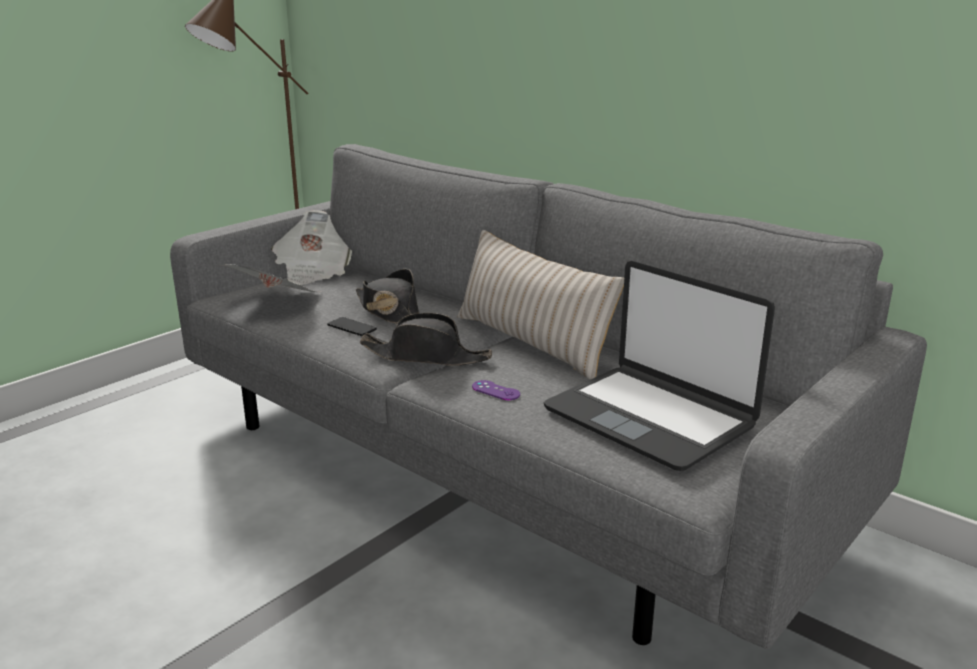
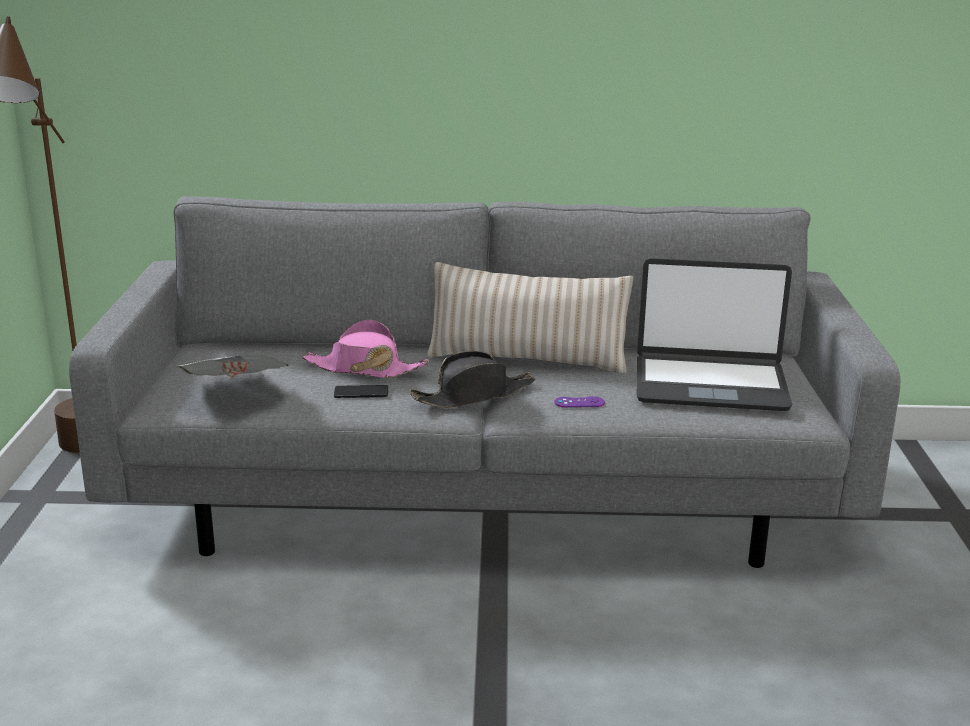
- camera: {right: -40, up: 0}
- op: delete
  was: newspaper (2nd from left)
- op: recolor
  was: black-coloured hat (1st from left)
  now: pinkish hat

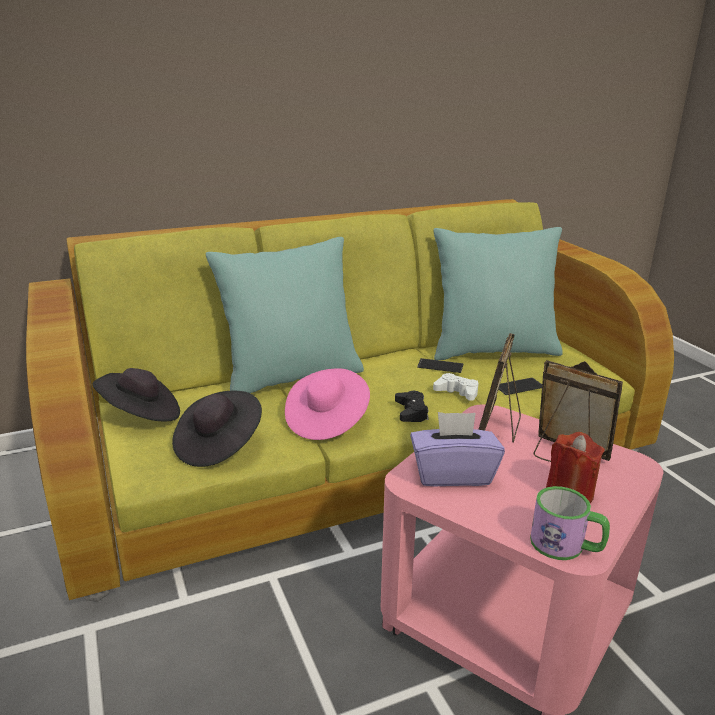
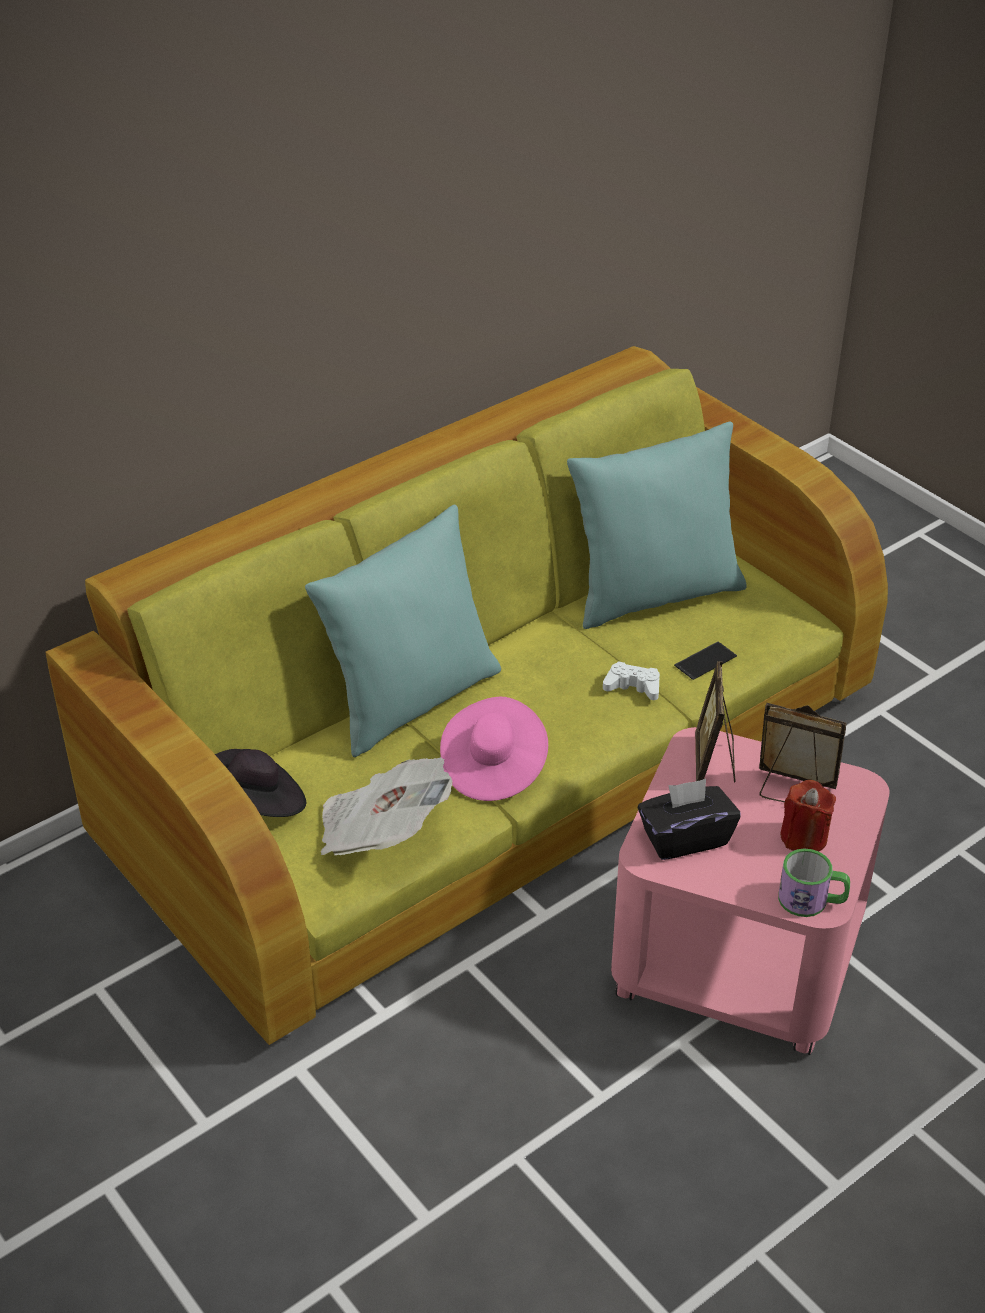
- camera: {right: -15, up: 15}
- op: delete
  was: handset (1st from left)
- op: replace
  was: black-coloured hat (2nd from left)
  now: newspaper
- op: delete
  was: black-coloured gamepad
- op: recolor
  was: purple tissue holder
  now: black-coloured tissue holder

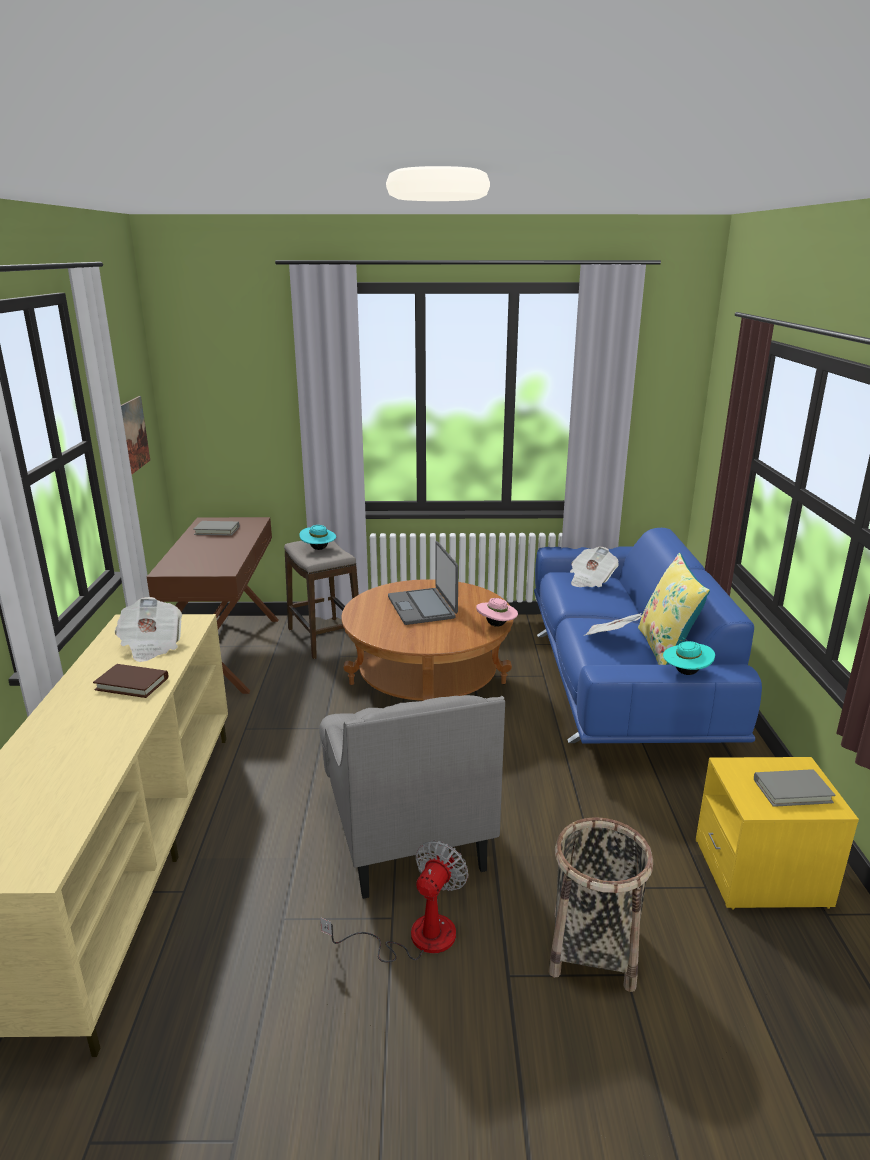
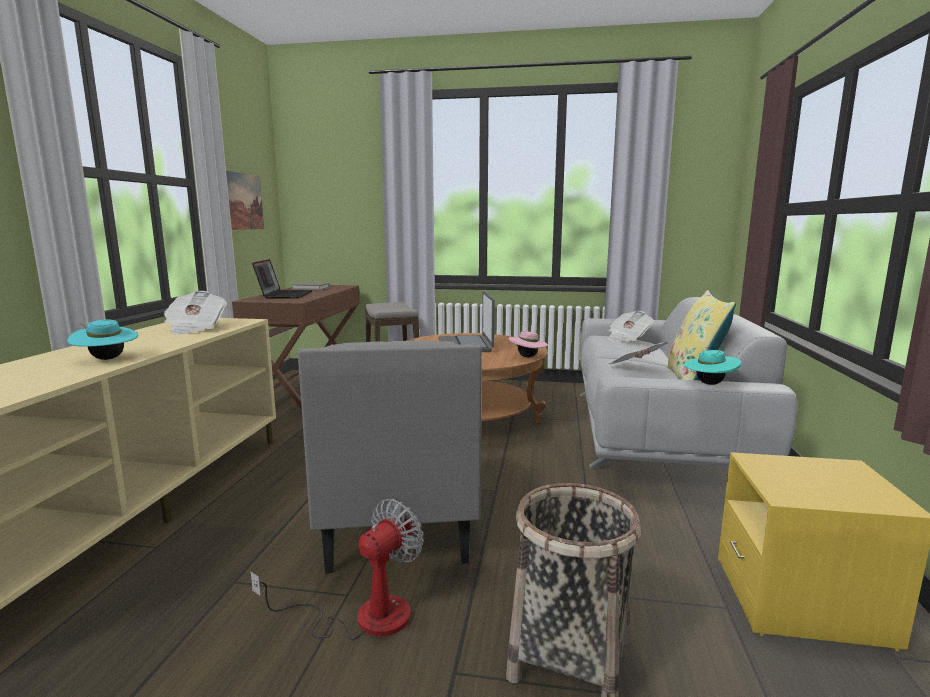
- camera: {right: 10, up: -10}
- op: move
  was: turquoise hat (1st from left)
- op: recolor
  was: bluish couch
  now: gray couch
- op: delete
  was: brown bound book
- op: delete
  was: gray bound book (2nd from left)
- op: insert
  now: portable computer (1st from left)

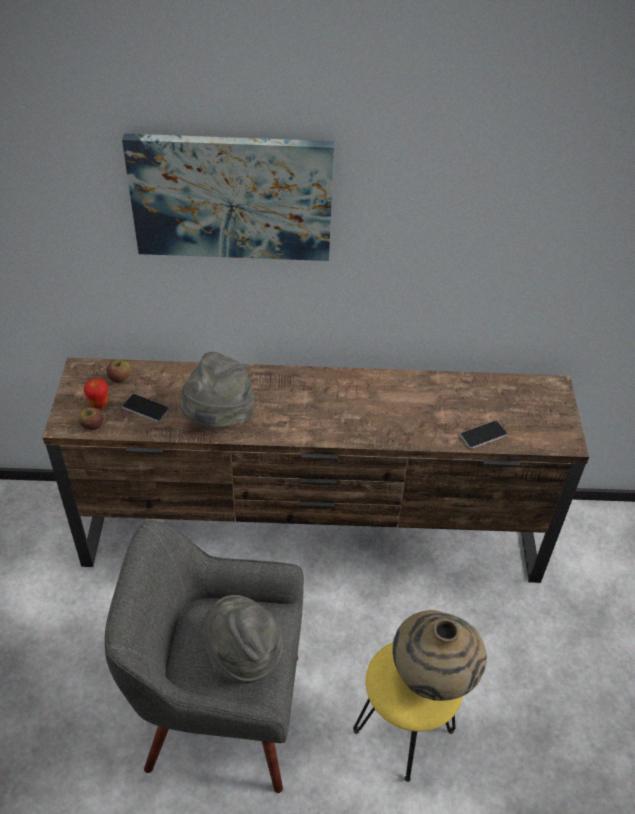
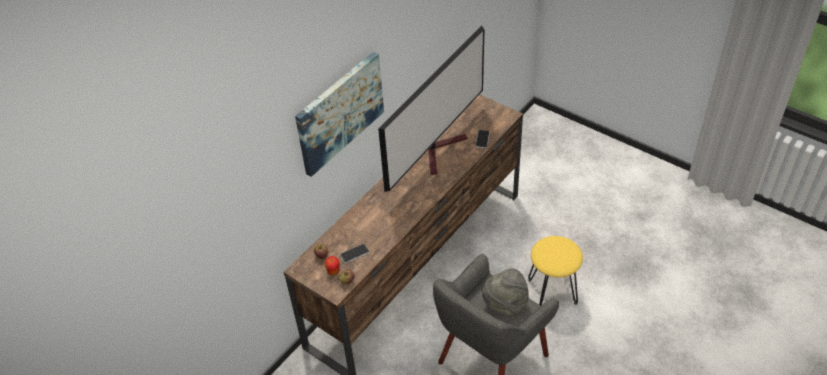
- camera: {right: -50, up: 0}
- op: delete
  was: gray hat (1st from left)
- op: delete
  was: beige flower vase
- op: insert
  now: television

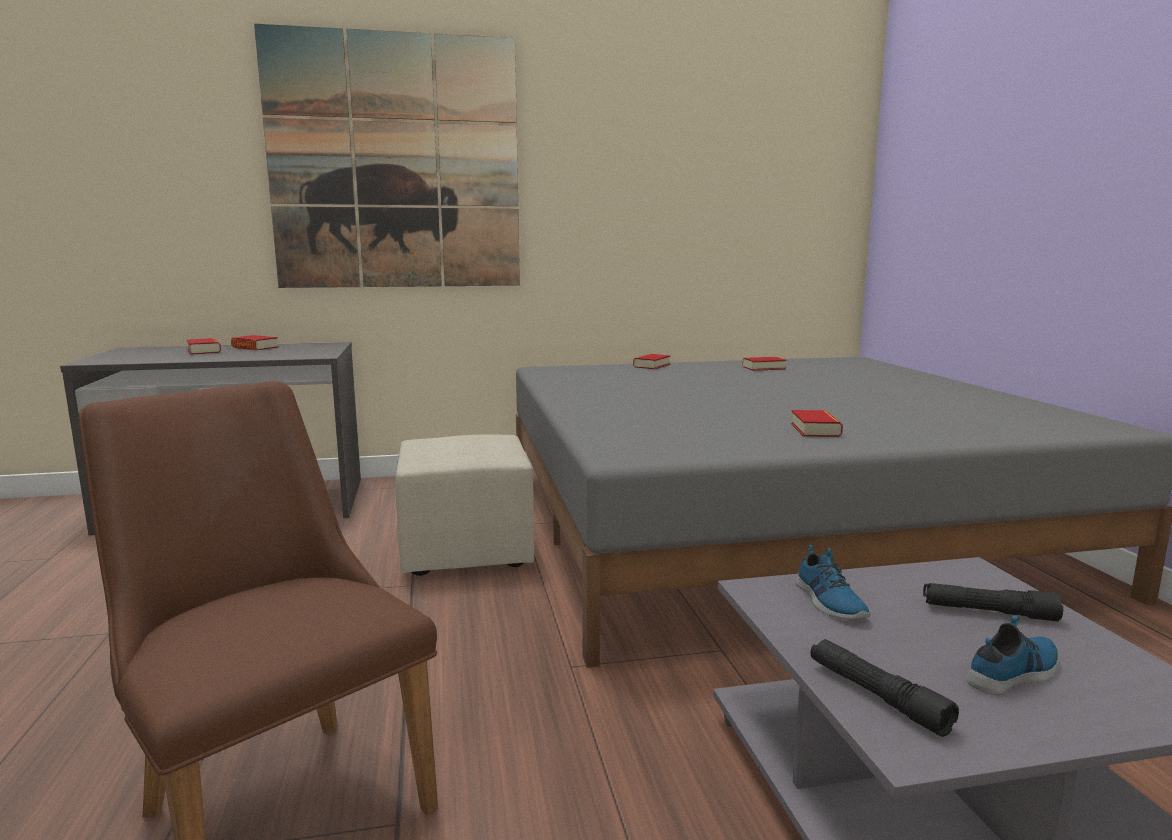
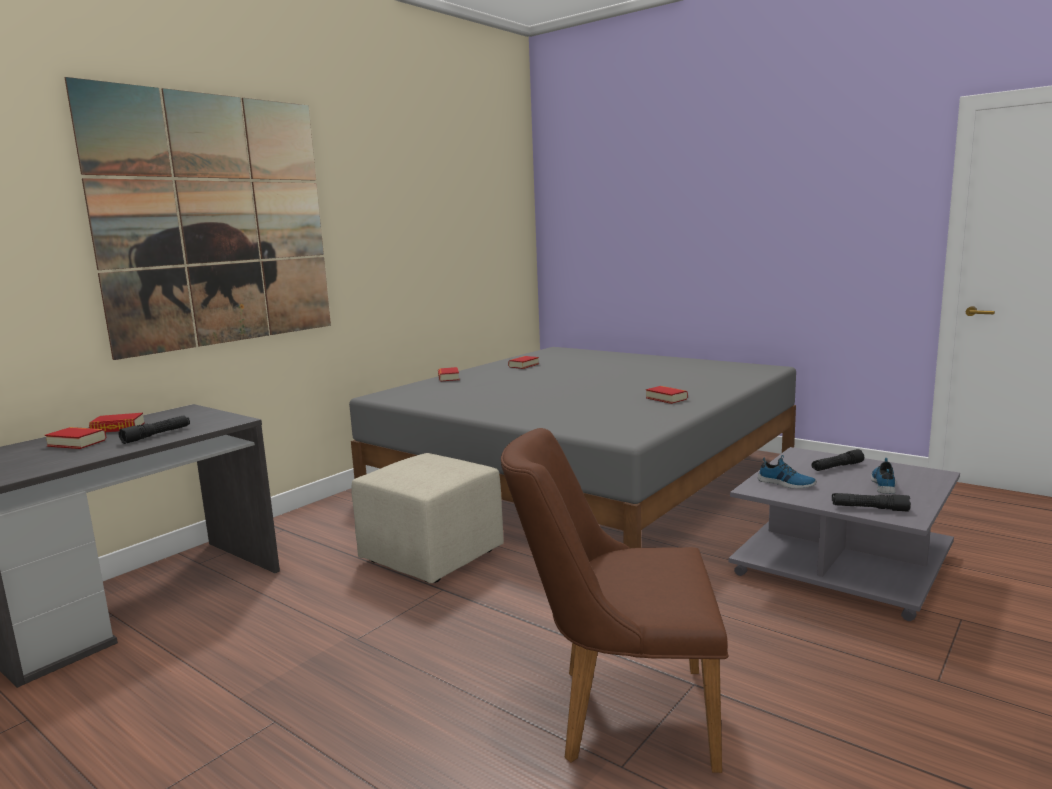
- camera: {right: -40, up: 0}
- op: insert
  now: black-coloured flashlight (1st from left)

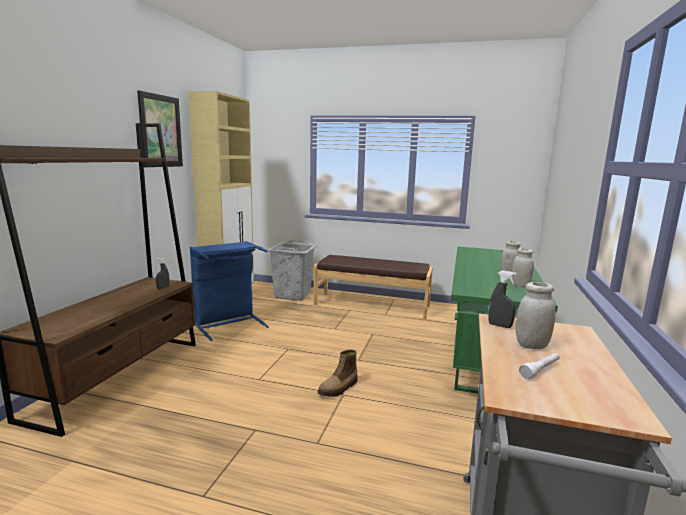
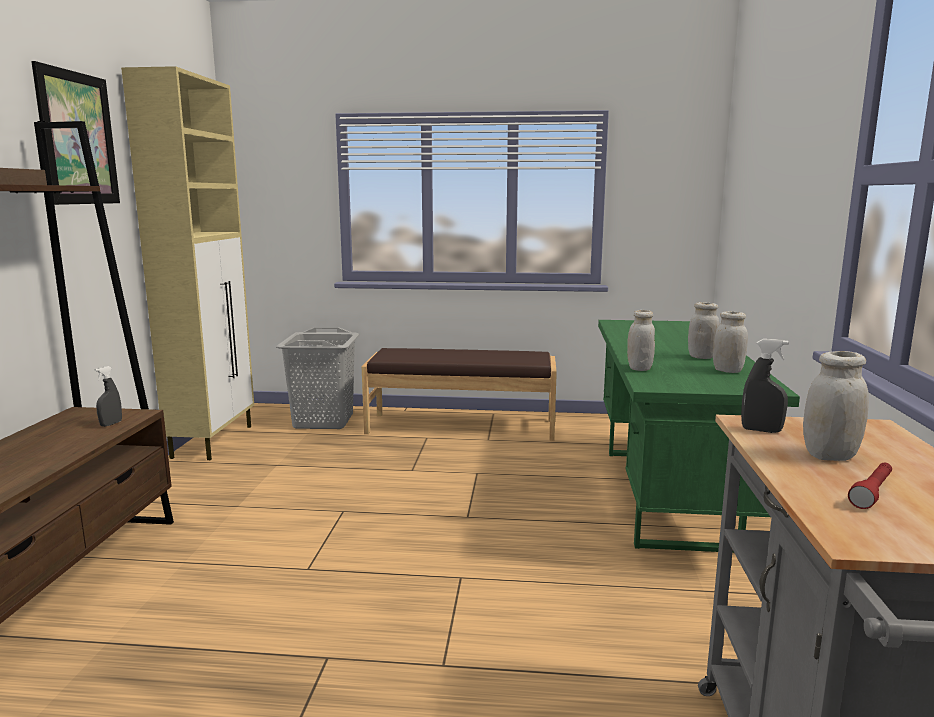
- camera: {right: -10, up: 0}
- op: delete
  was: bluish laundry basket
- op: delete
  was: tall boot
- op: recolor
  was: whitish flashlight
  now: reddish flashlight
- op: insert
  now: whitish storage jar (1st from left)

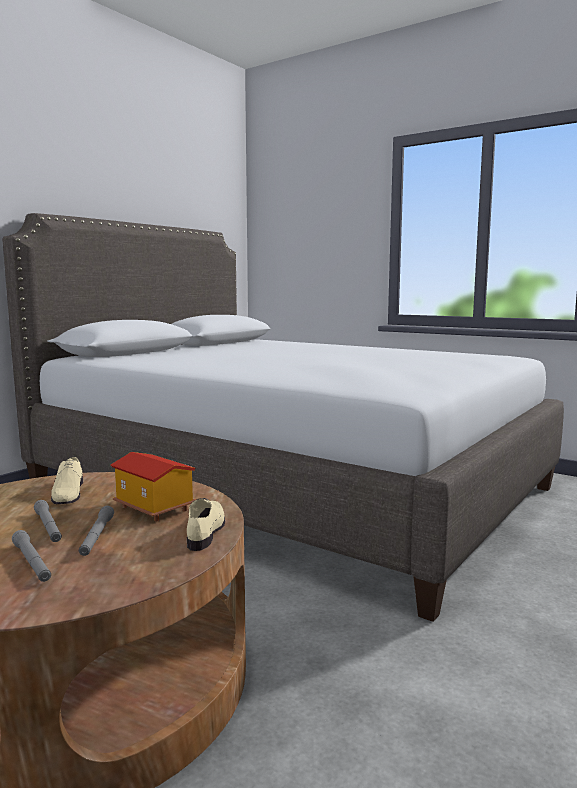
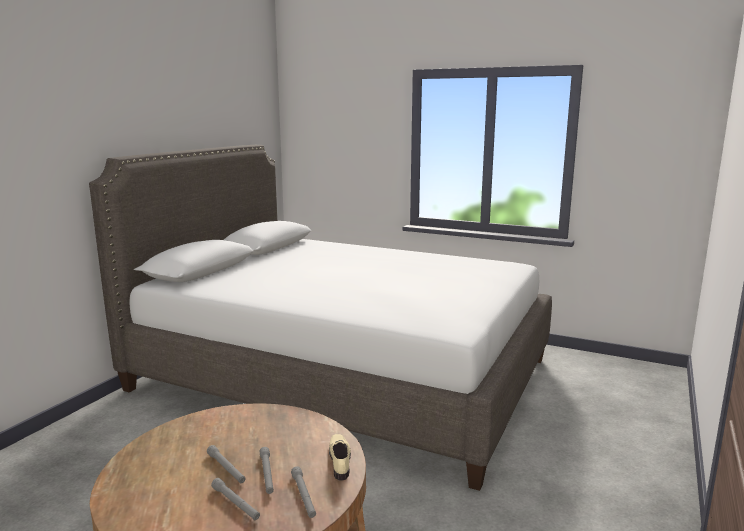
- camera: {right: -10, up: 5}
- op: delete
  was: toy house
- op: delete
  was: beige shoe (1st from left)
- op: insert
  now: gray flashlight (4th from left)

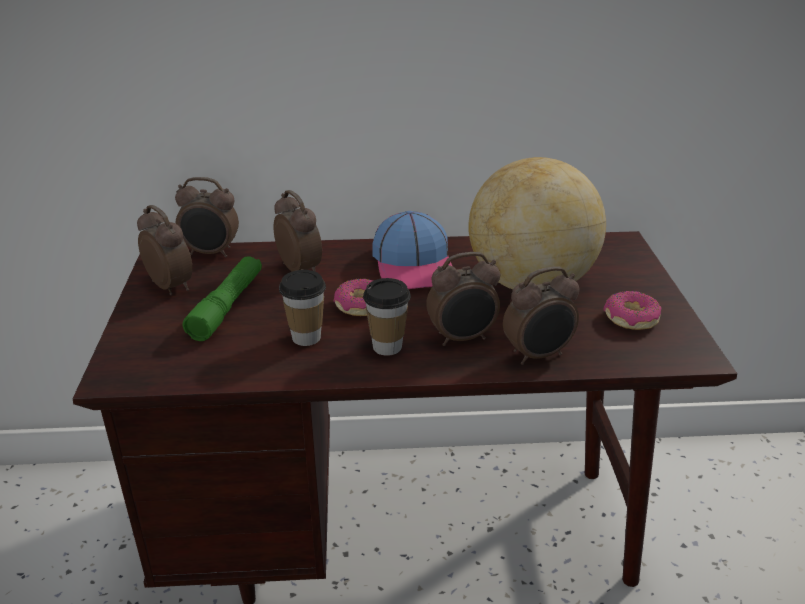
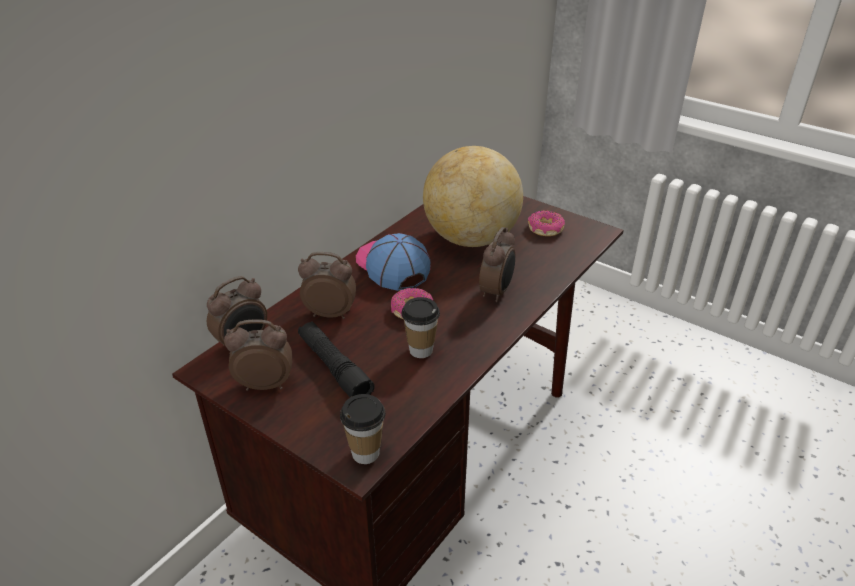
- camera: {right: -50, up: 5}
- op: rotate
  was: peaked cap
  clockwise: -150
- op: recolor
  was: green flashlight
  now: black-coloured flashlight
- op: delete
  was: bedside clock (5th from left)
- op: move
  was: small cup (2nd from left in the first image)
  now: small cup (1st from left)

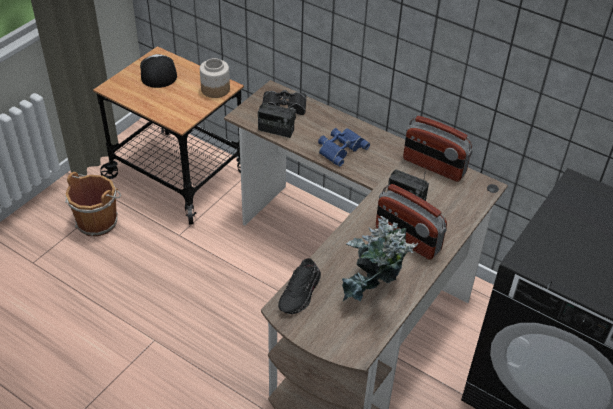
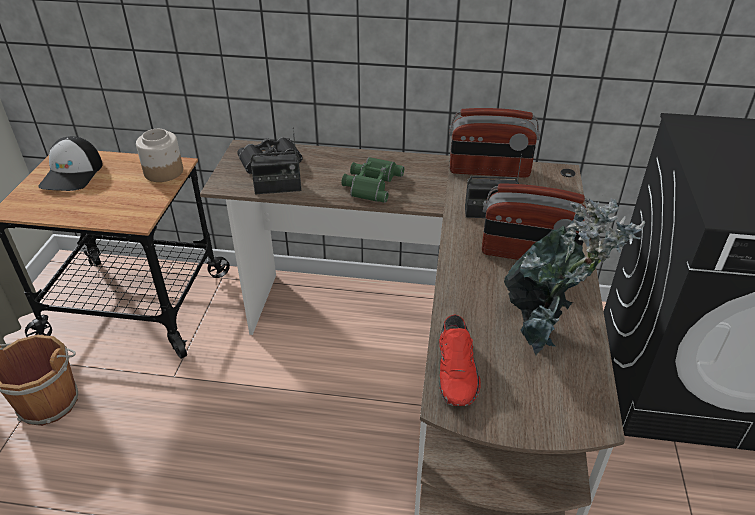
- camera: {right: -25, up: -5}
- op: rotate
  was: peaked cap
  clockwise: -135
- op: recolor
  was: bluish pair of binoculars
  now: green pair of binoculars
- op: recolor
  was: black-coloured shoe
  now: reddish shoe

